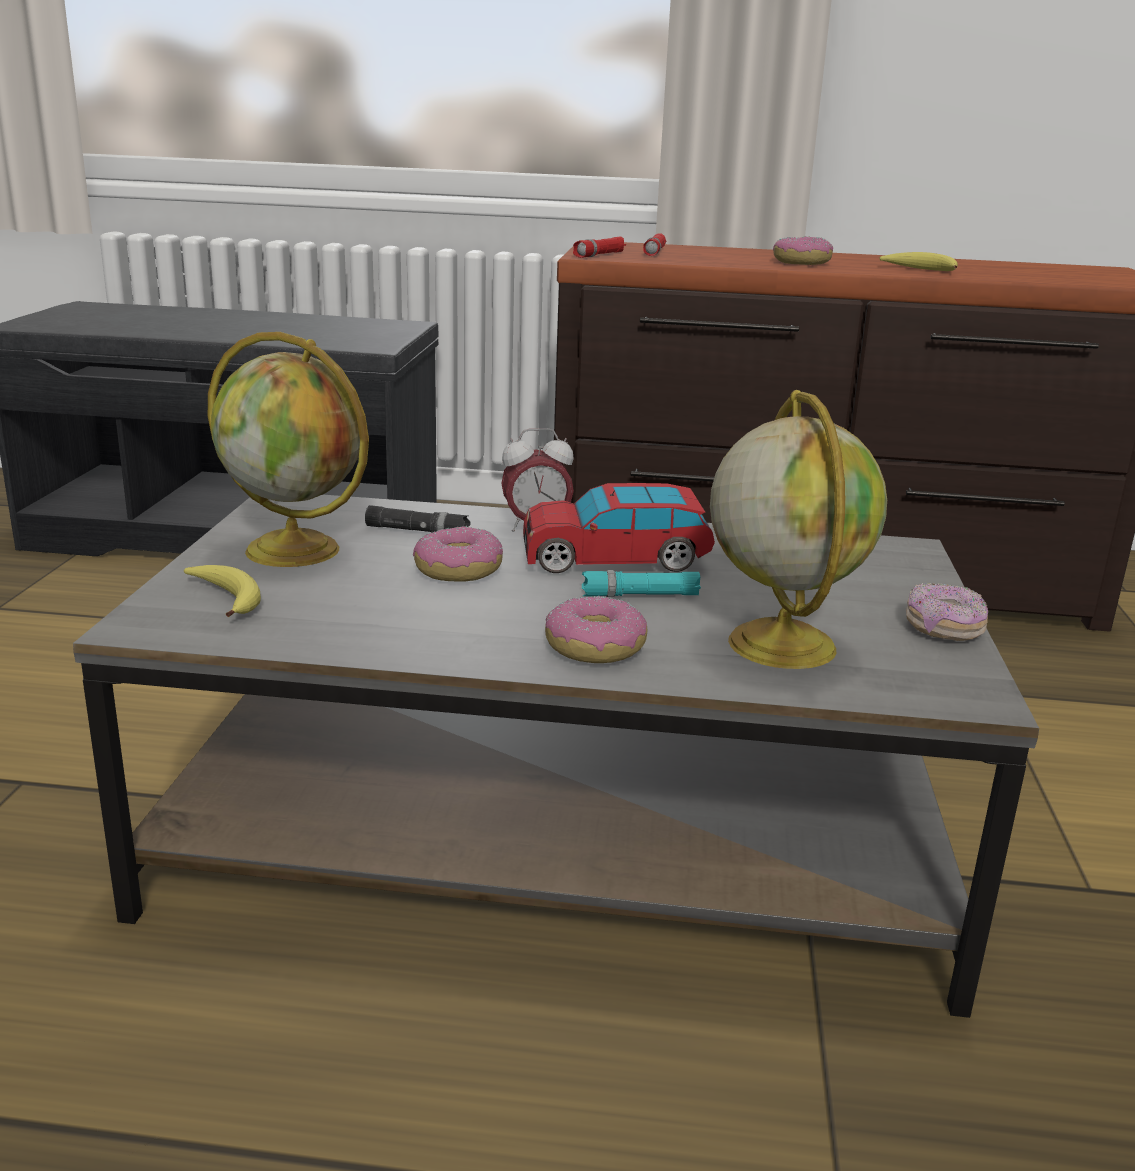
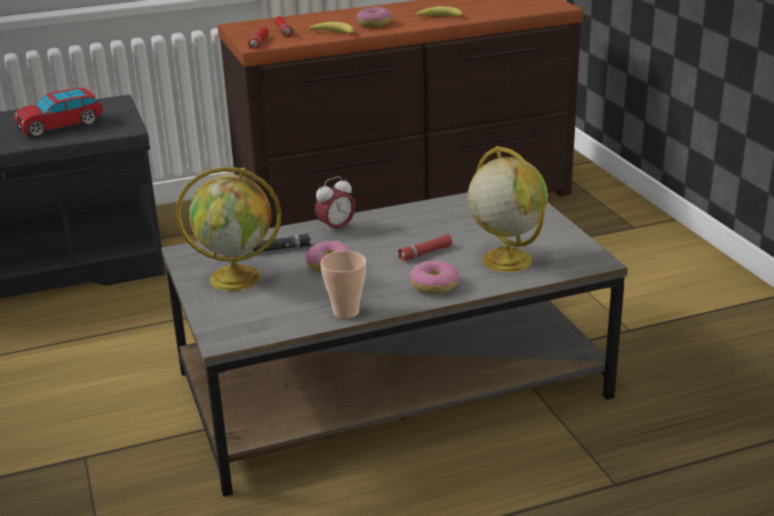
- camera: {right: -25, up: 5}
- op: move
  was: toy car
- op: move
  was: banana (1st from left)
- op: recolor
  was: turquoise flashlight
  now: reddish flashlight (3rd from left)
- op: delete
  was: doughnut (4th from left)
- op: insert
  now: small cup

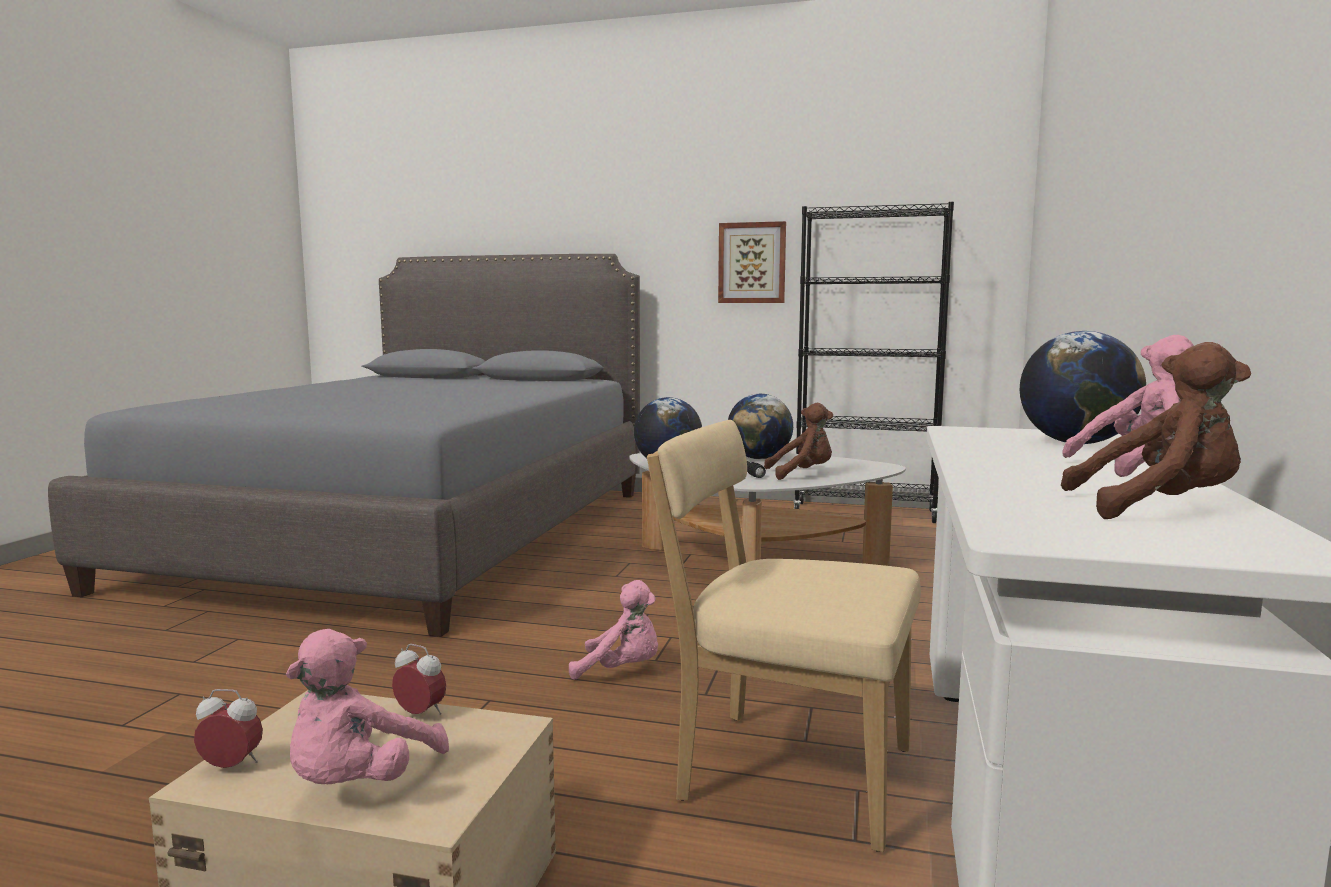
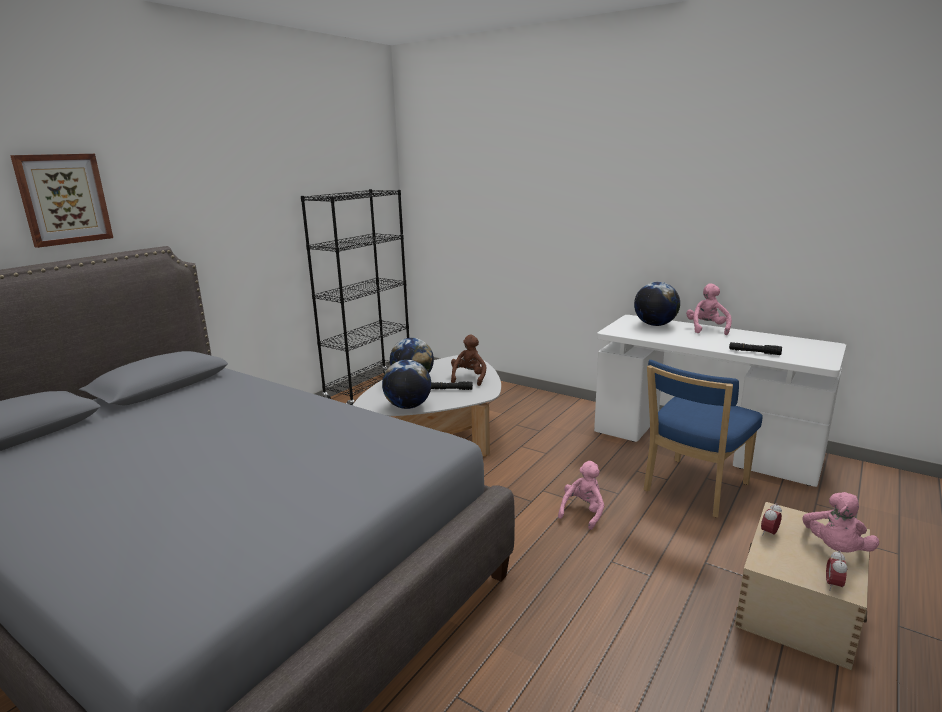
- camera: {right: -70, up: 10}
- op: move
  was: wall art
- op: delete
  was: brown soft toy (2nd from left)
- op: recolor
  was: beige chair
  now: bluish chair
- op: rotate
  was: pinkish soft toy (1st from left in the first image)
  clockwise: 75
- op: insert
  now: black-coloured flashlight (2nd from left)

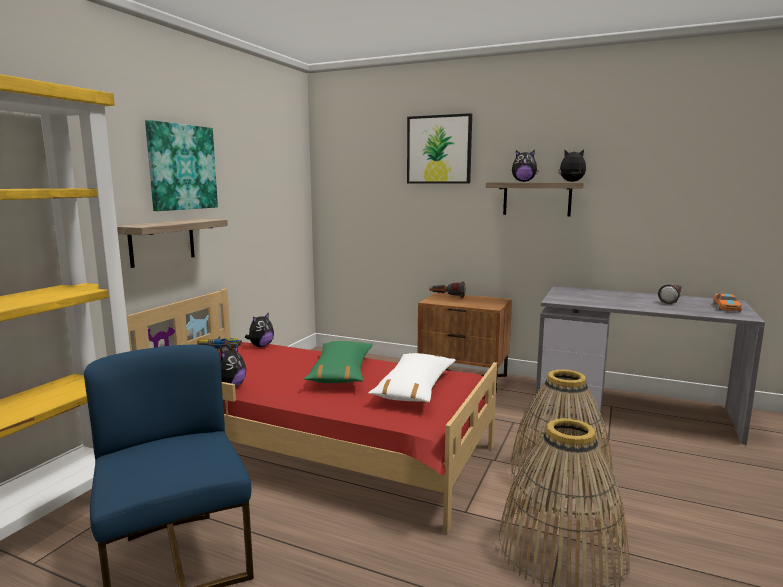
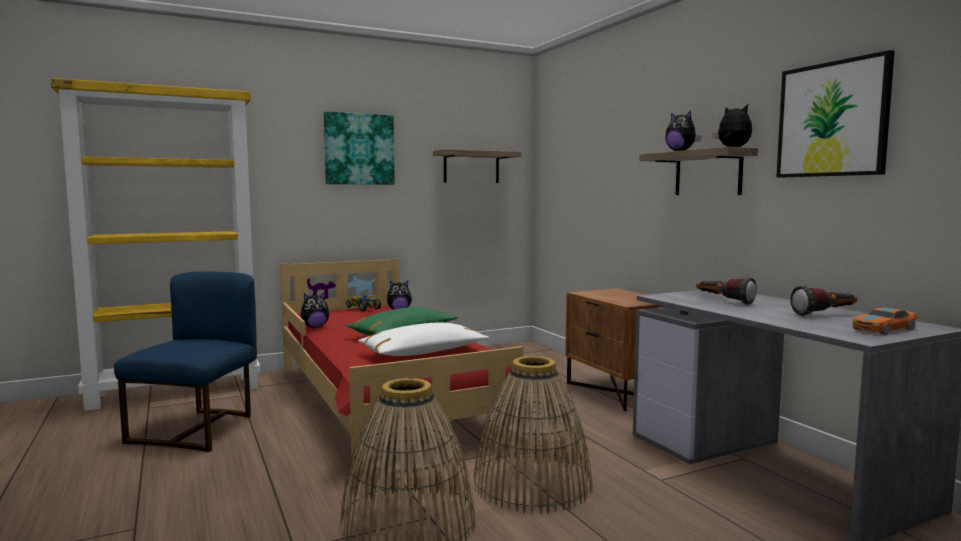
- camera: {right: 40, up: -5}
- op: move
  was: wall art (2nd from left)
- op: move
  was: shelf (1st from left)
- op: move
  was: flashlight (1st from left)

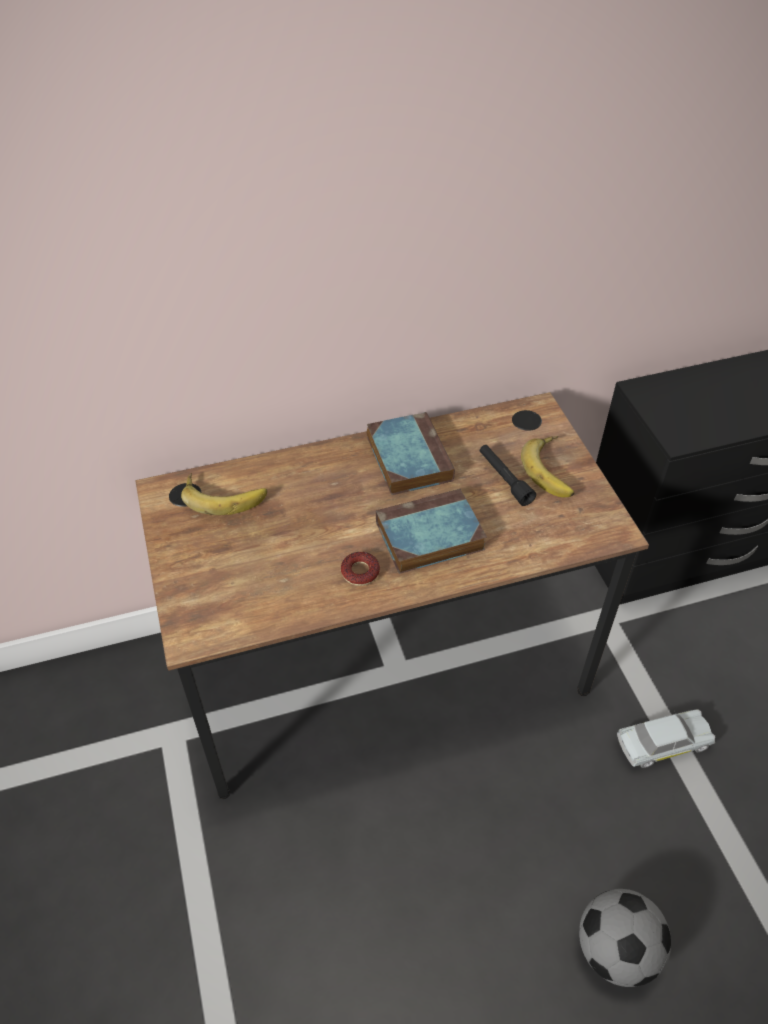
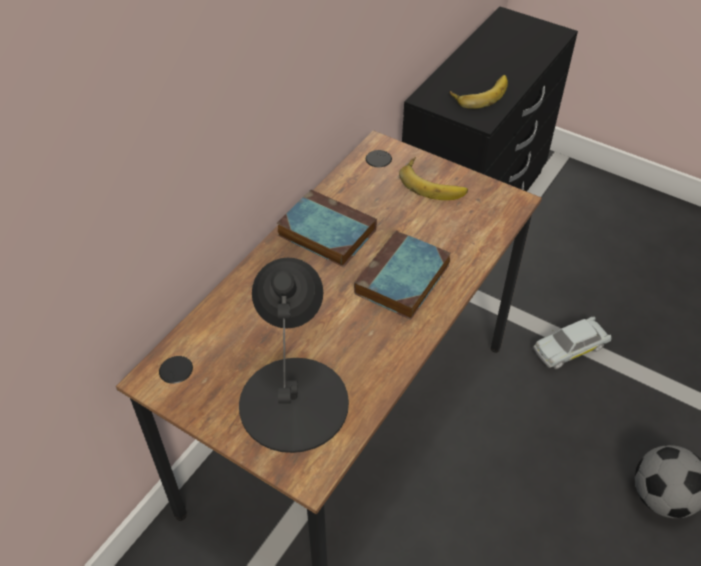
- camera: {right: -40, up: 0}
- op: delete
  was: black-coloured flashlight
- op: move
  was: banana (1st from left in the first image)
  now: banana (2nd from left)
- op: delete
  was: doughnut
- op: rotate
  was: whitish toy car
  clockwise: -150
- op: insert
  now: black-coloured tabletop lamp

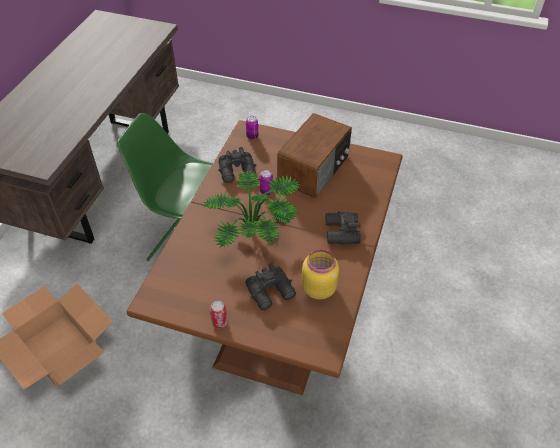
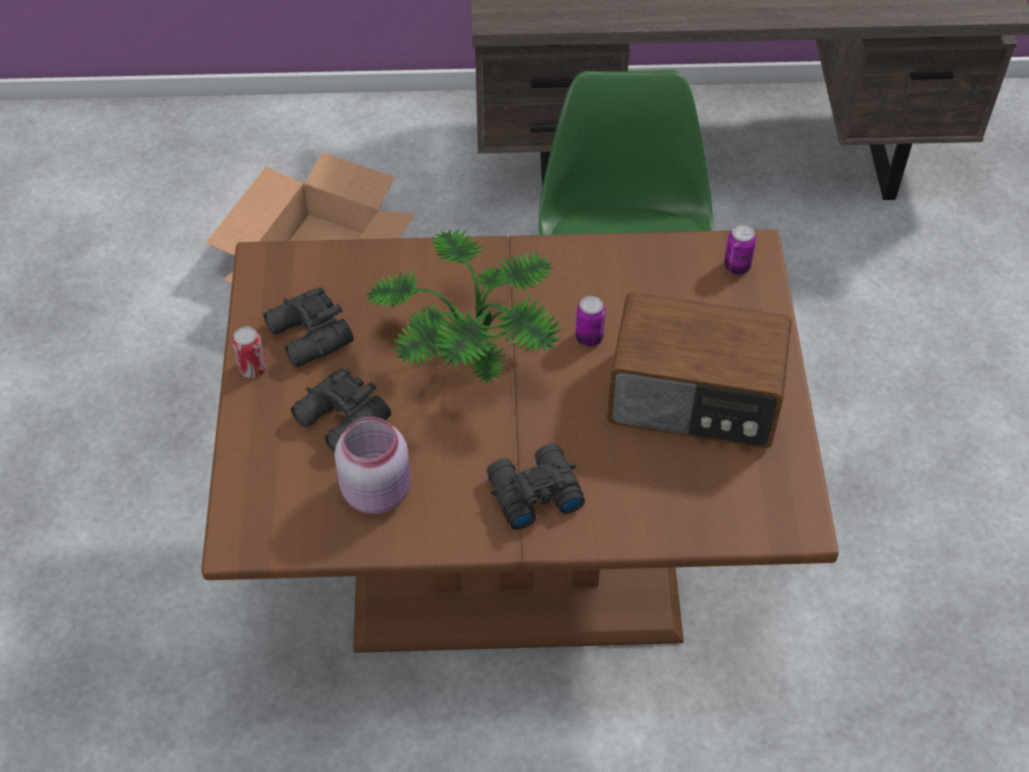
- camera: {right: 70, up: 5}
- op: move
  was: black-coloured pair of binoculars (1st from left)
- op: recolor
  was: yellow-coloured storage jar
  now: pinkish storage jar

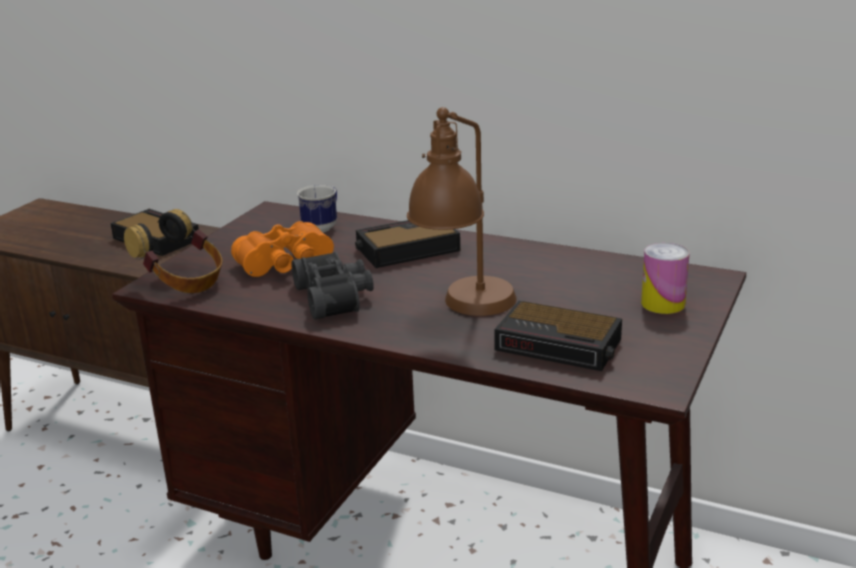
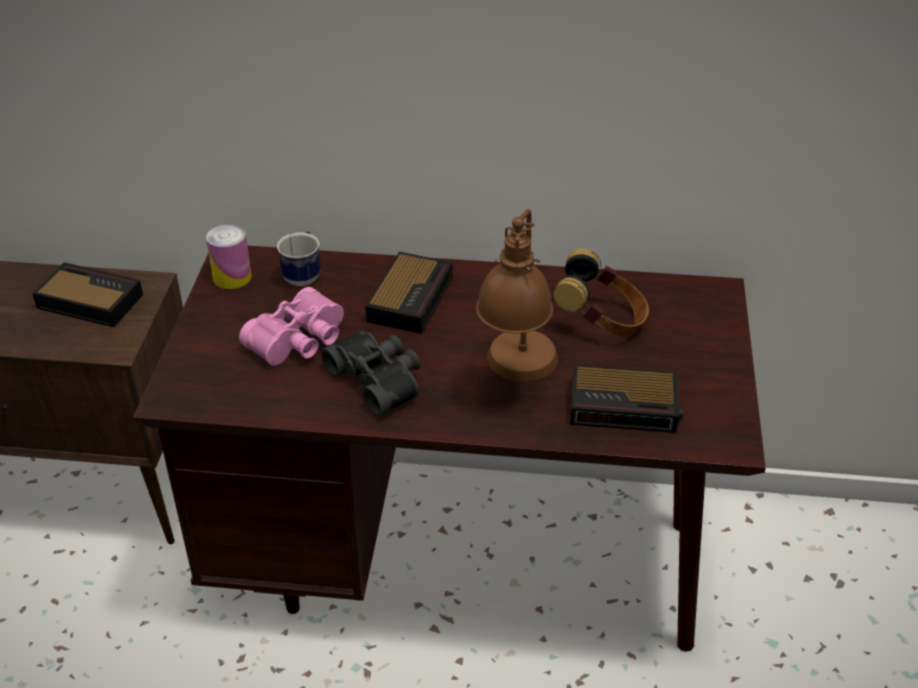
- camera: {right: -20, up: 15}
- op: move
  was: pair of headphones
- op: rotate
  was: bedside clock (2nd from left)
  clockwise: 150
- op: recolor
  was: orange-coloured pair of binoculars
  now: pinkish pair of binoculars
- op: move
  was: sealed can

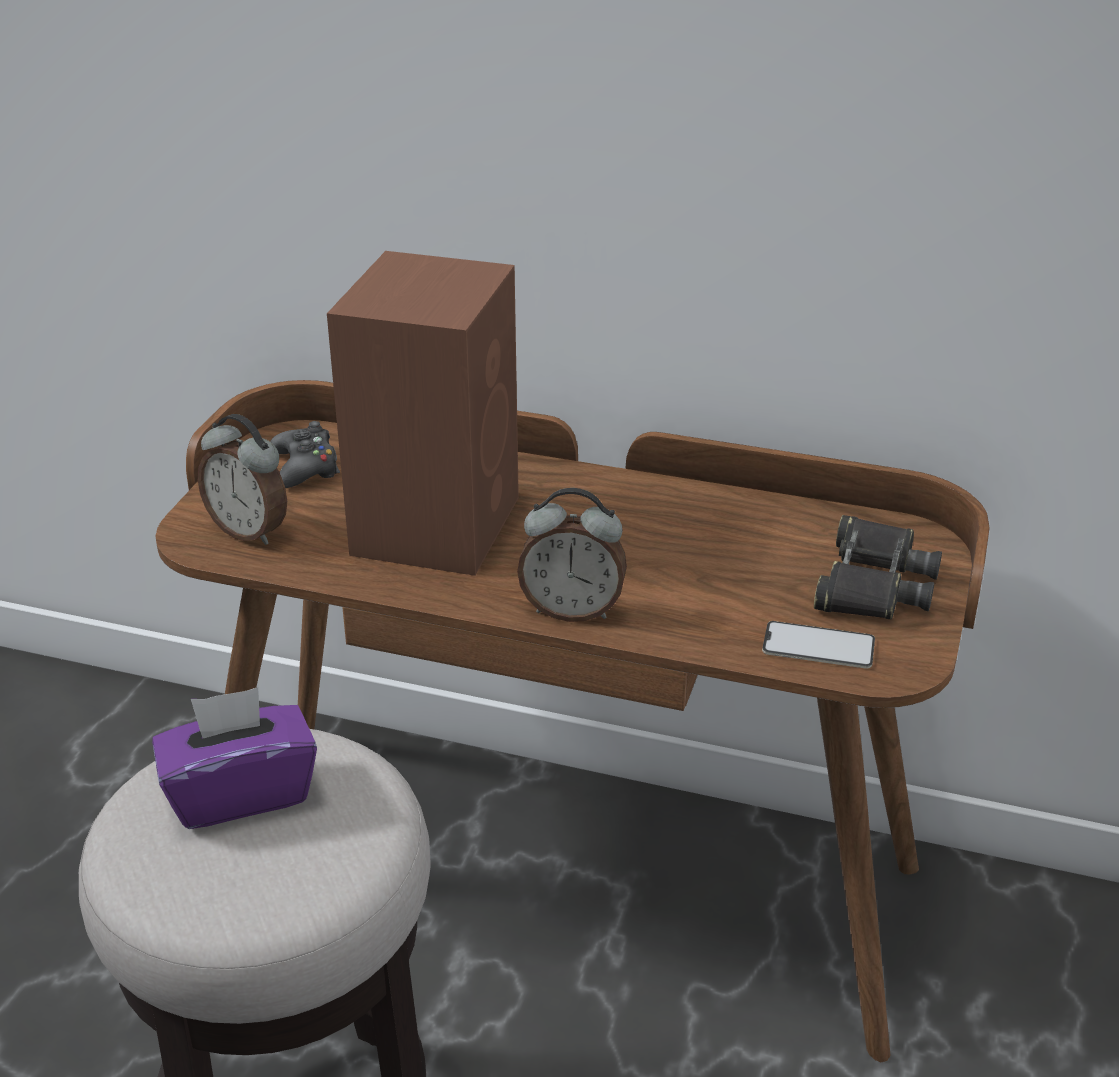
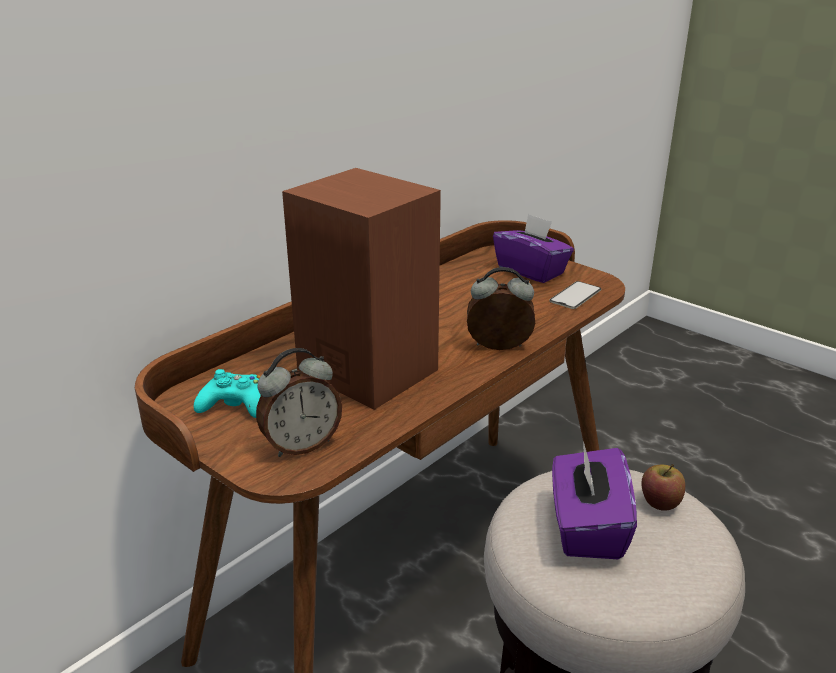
- camera: {right: -65, up: -5}
- op: recolor
  was: black-coloured gamepad
  now: turquoise gamepad
- op: rotate
  was: bedside clock (2nd from left)
  clockwise: -120
- op: replace
  was: black-coloured pair of binoculars
  now: purple tissue holder (1st from left)
- op: insert
  now: apple fruit

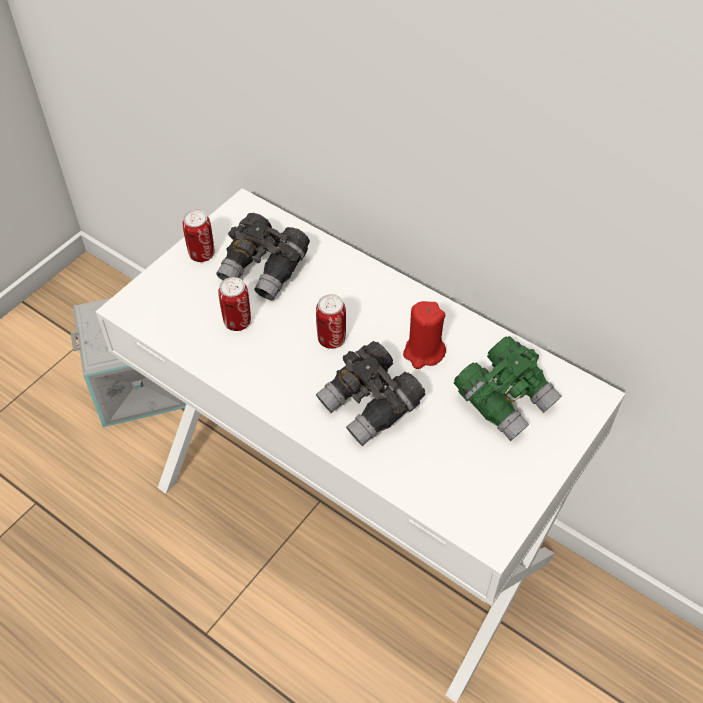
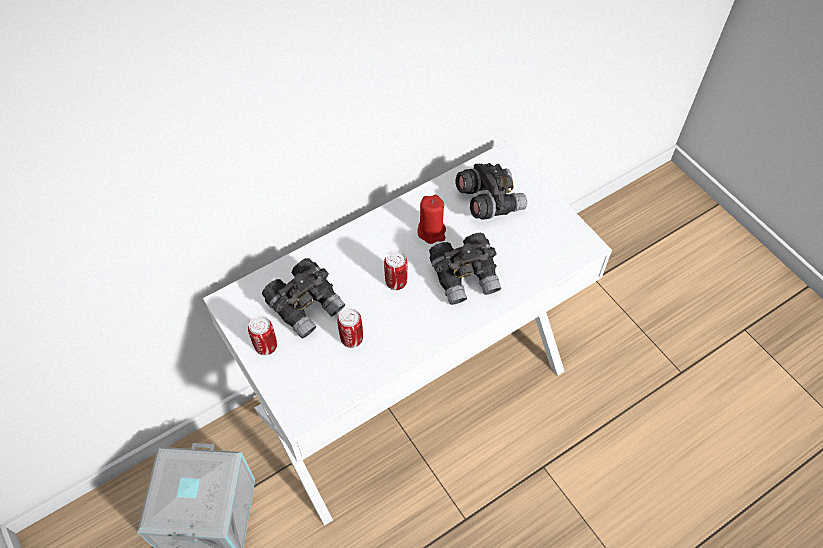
- camera: {right: -70, up: 5}
- op: recolor
  was: green pair of binoculars
  now: gray pair of binoculars (3rd from left)

